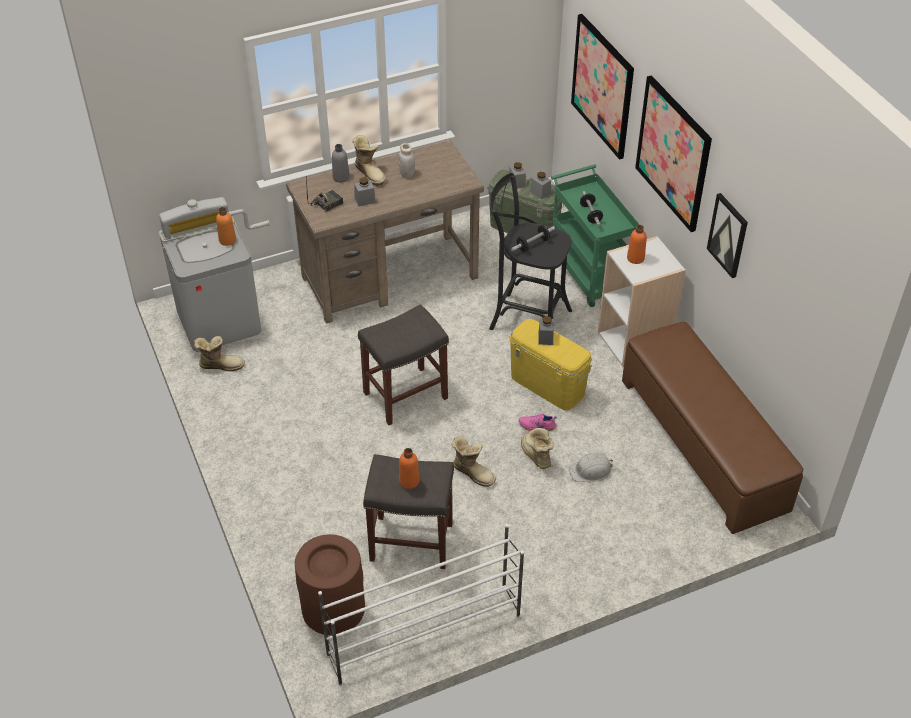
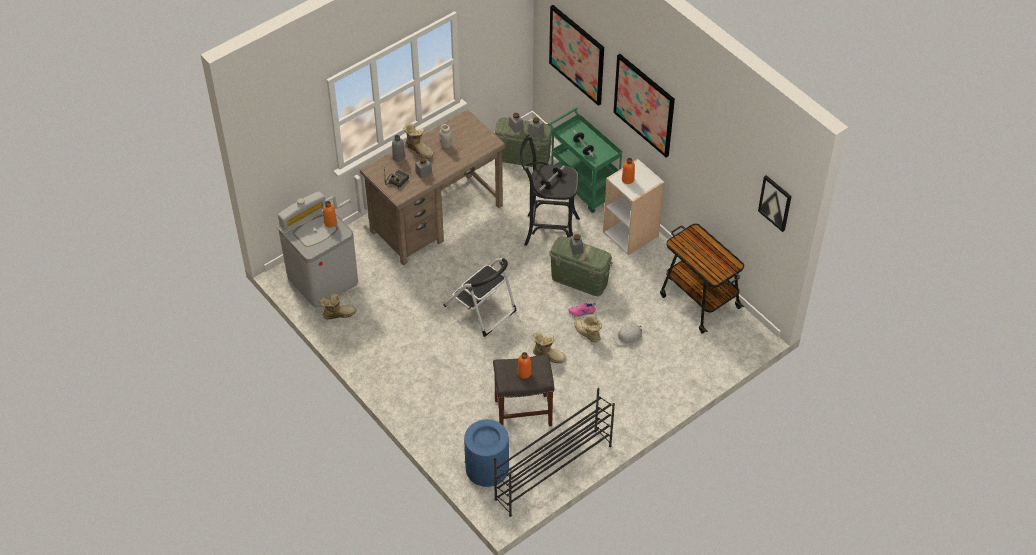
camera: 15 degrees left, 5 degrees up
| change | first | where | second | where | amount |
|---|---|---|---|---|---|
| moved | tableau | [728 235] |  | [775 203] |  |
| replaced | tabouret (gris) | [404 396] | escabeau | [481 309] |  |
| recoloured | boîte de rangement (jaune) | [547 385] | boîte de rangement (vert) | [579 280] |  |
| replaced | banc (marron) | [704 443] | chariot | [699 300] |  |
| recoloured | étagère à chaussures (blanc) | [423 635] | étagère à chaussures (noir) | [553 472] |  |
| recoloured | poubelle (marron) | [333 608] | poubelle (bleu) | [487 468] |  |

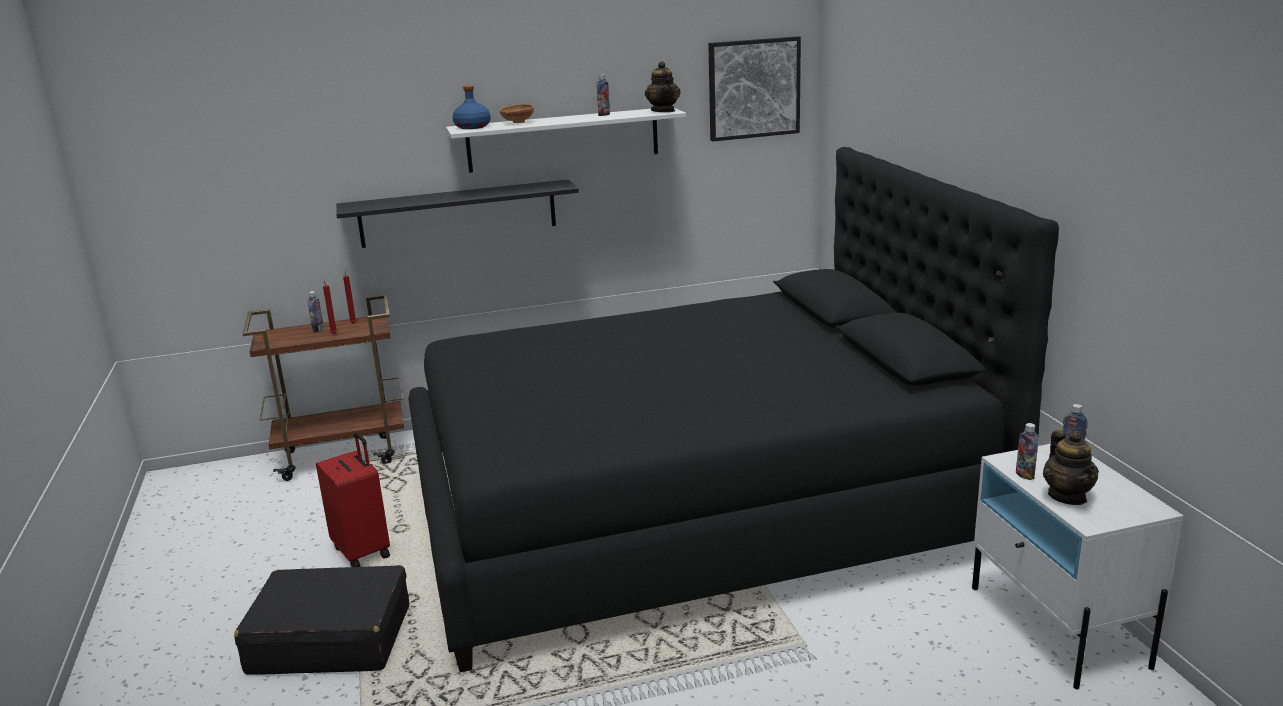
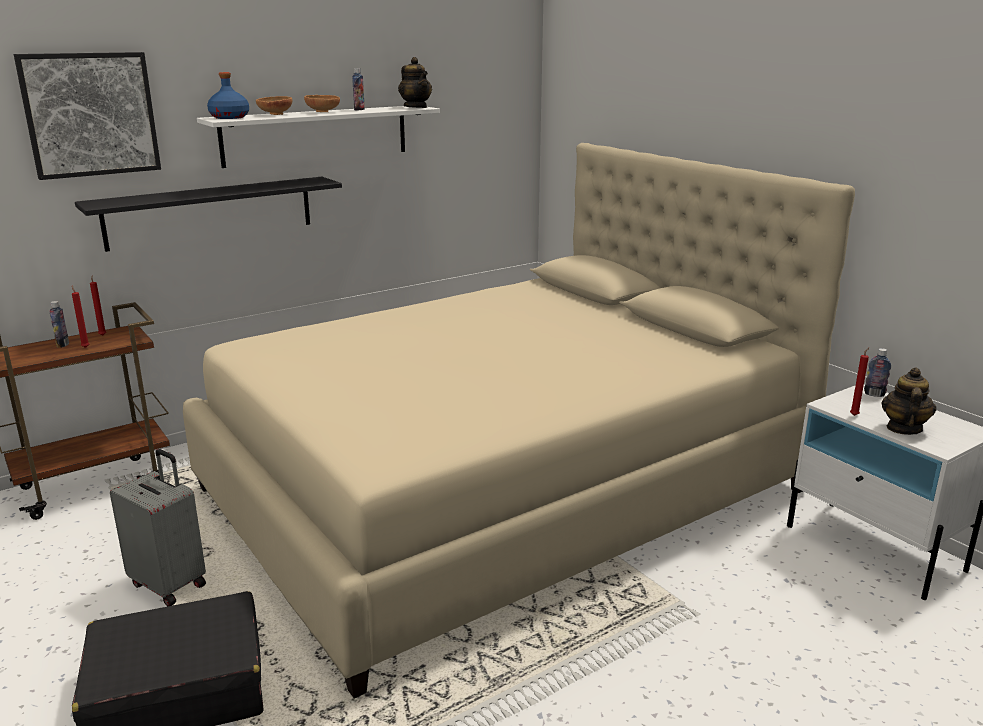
camera: 20 degrees left, 0 degrees up
| change | first | where | second | where | amount |
|---|---|---|---|---|---|
| moved | tableau | [753 88] |  | [90 114] |  |
| recoloured | lit (noir) | [695 508] | lit (beige) | [503 489] |  |
| replaced | bouteille | [1024 475] | bougie (rouge) | [854 415] |  |
| turned | théière | [1067 496] |  | [903 428] | 135 degrees counterclockwise |
| recoloured | valise (rouge) | [363 551] | valise (gris) | [170 584] |  |
| added |  |  | bol (marron) | [323 112] |  |

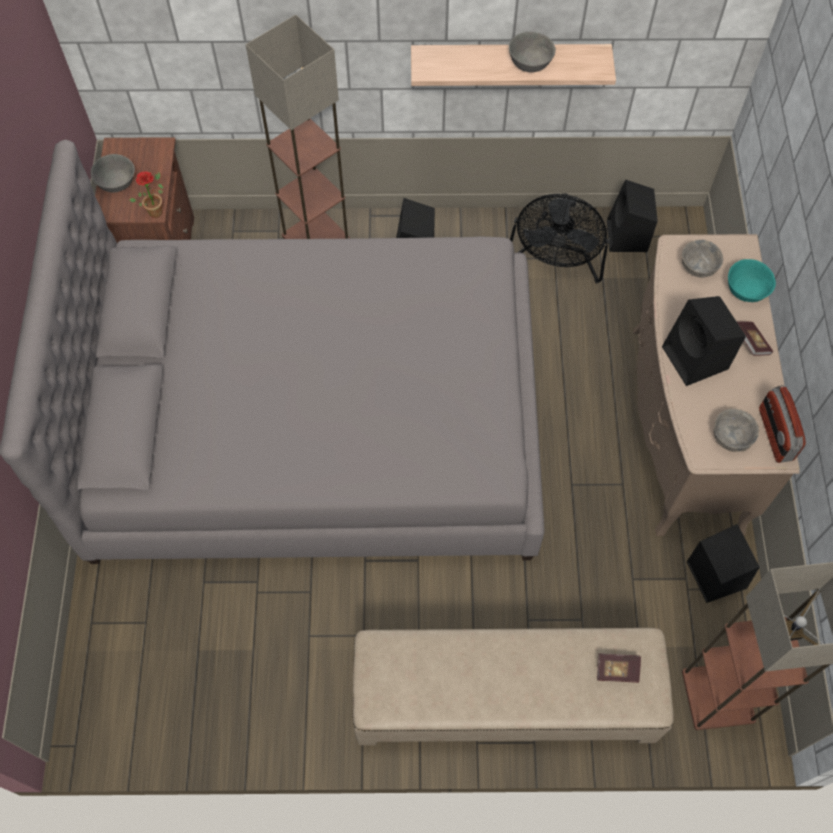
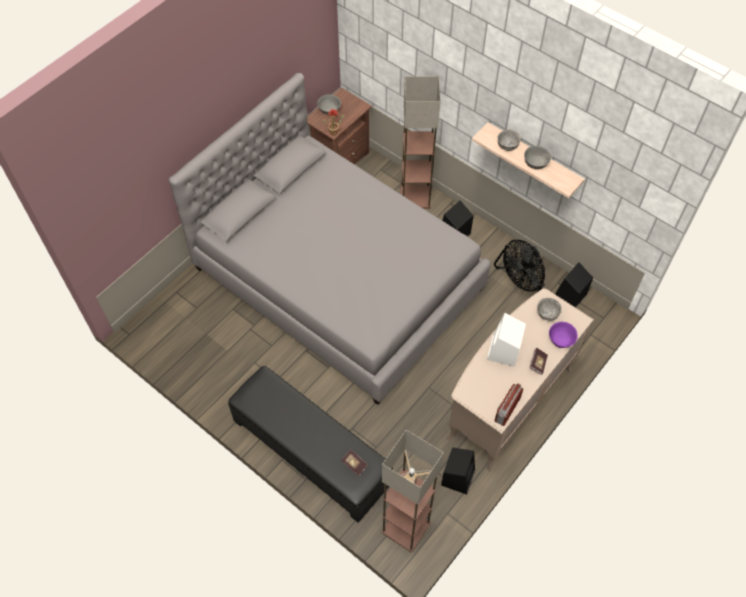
camera: 40 degrees right, 5 degrees down
| change | first | where | second | where | amount |
|---|---|---|---|---|---|
| recoloured | bol (turquoise) | [746 289] | bol (violet) | [561 339] |  |
| recoloured | enceinte (noir) | [696 359] | enceinte (blanc) | [503 352] |  |
| moved | bol (gris) | [731 437] |  | [508 146] |  |
| recoloured | banc (beige) | [503 698] | banc (noir) | [310 451] |  |

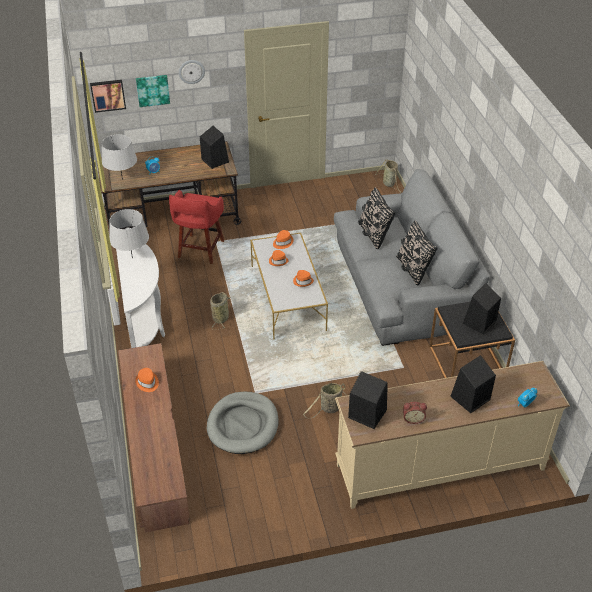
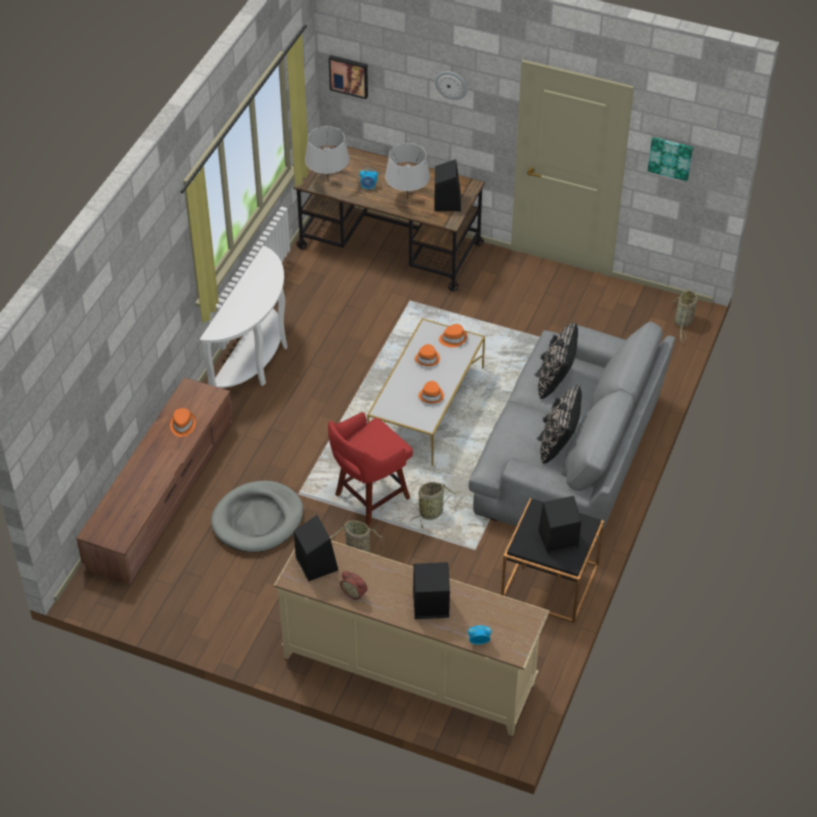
camera: 35 degrees right, 5 degrees up
| change | first | where | second | where | amount |
|---|---|---|---|---|---|
| moved | tableau | [152 90] |  | [670 157] |  |
| moved | tabouret (rouge) | [200 251] |  | [369 498] |  |
| moved | lampe de table (gris) | [132 258] |  | [407 199] |  |
| moved | panier | [221 317] |  | [432 512] |  |

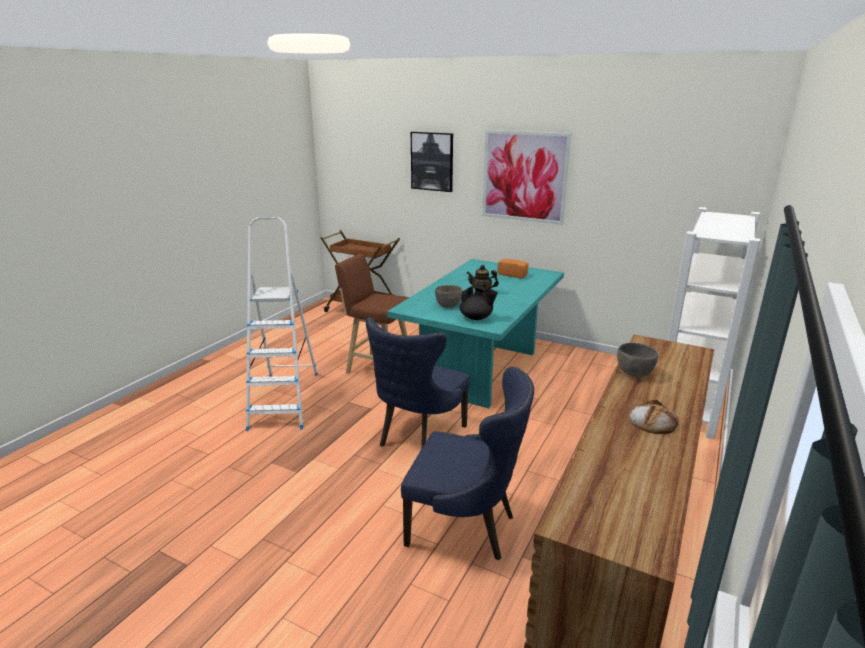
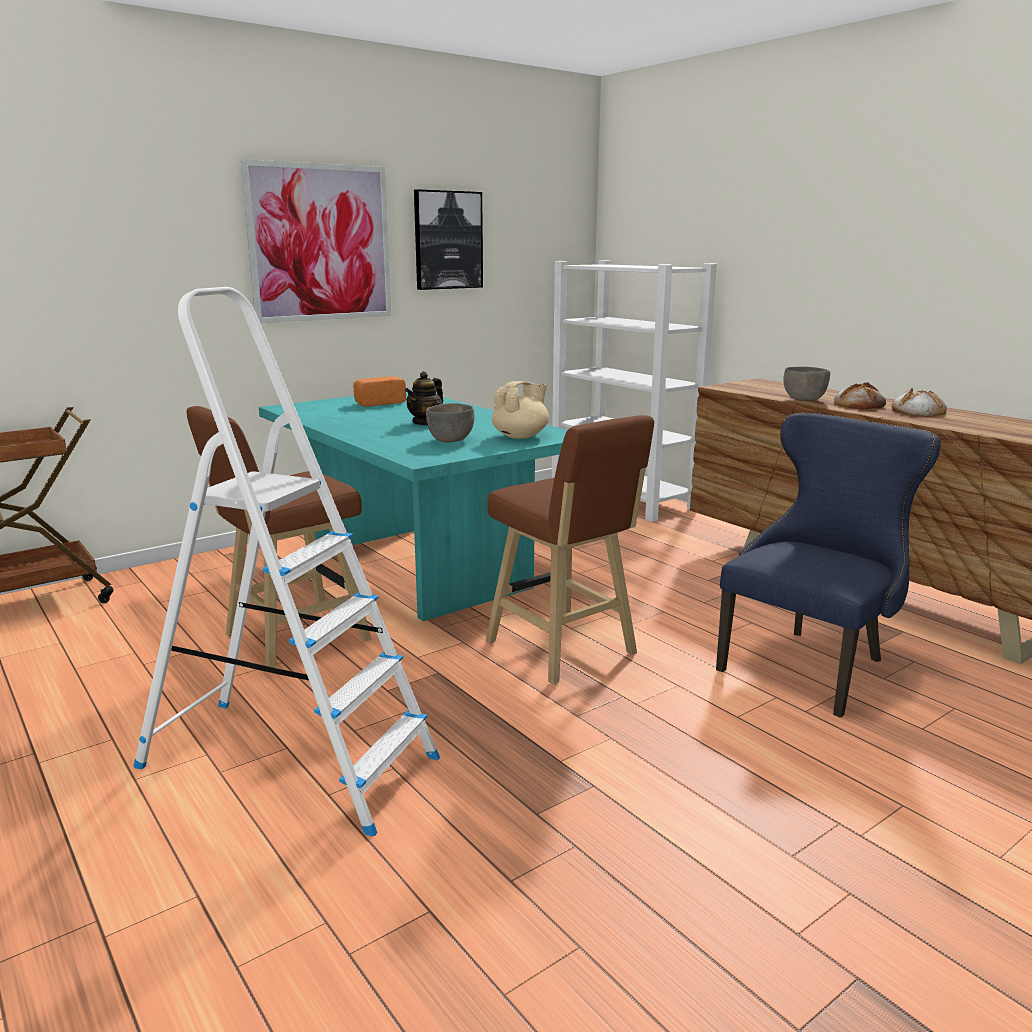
camera: 65 degrees left, 5 degrees down
| change | first | where | second | where | amount |
|---|---|---|---|---|---|
| moved | tableau | [432 161] |  | [448 240] |  |
| recoloured | théière (noir) | [476 318] | théière (beige) | [521 436] |  |
| replaced | chaise (bleu) | [418 436] | tabouret (marron) | [564 651] |  |
| added |  |  | pain | [859 404] |  |

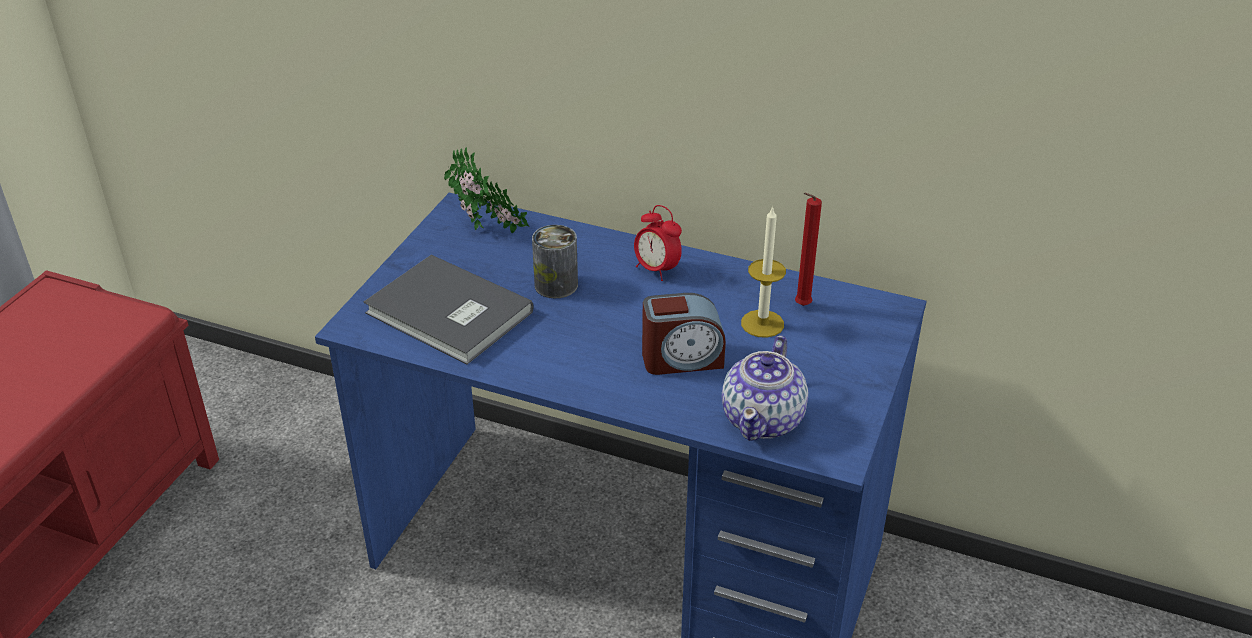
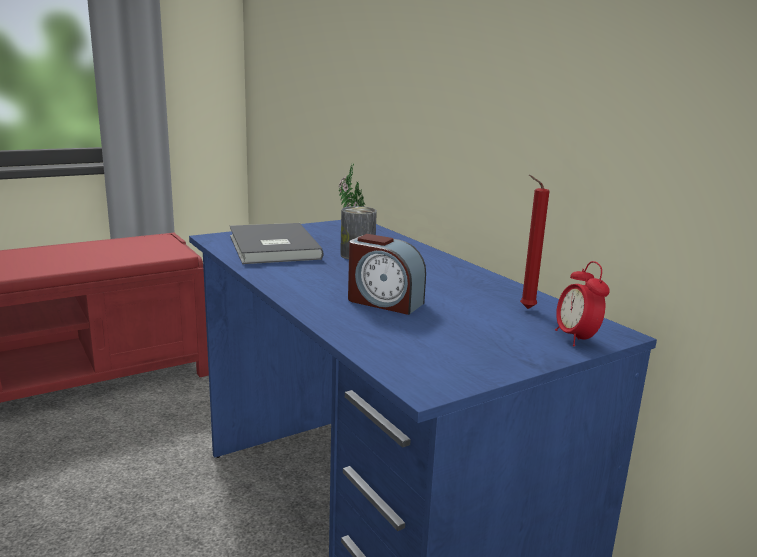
camera: 35 degrees right, 20 degrees down
| change | first | where | second | where | amount |
|---|---|---|---|---|---|
| moved | réveil | [656 270] |  | [576 339] |  |
| removed | bougie | [762 323] |  |  |  |
| removed | théière | [764 419] |  |  |  |

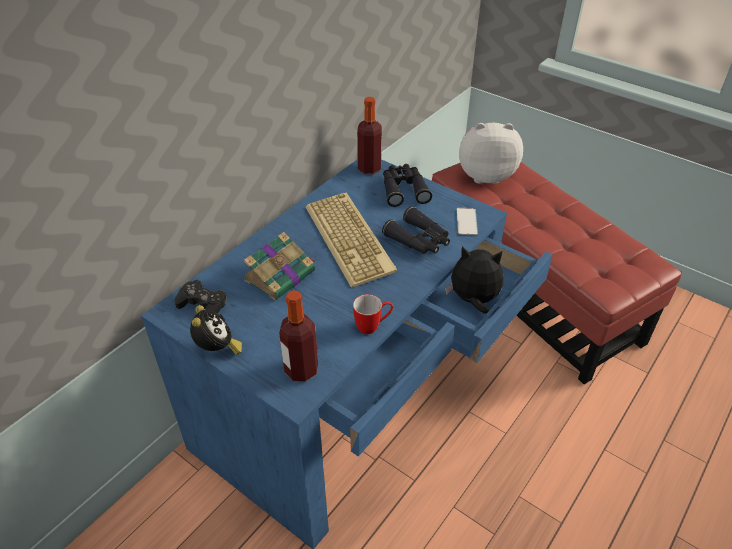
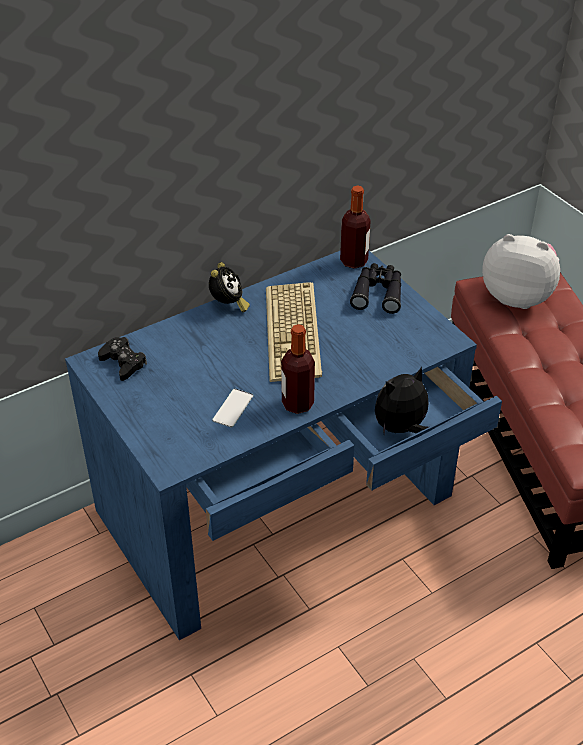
camera: 20 degrees right, 0 degrees up
| change | first | where | second | where | amount |
|---|---|---|---|---|---|
| removed | jumelles (noir) | [419 240] |  |  |  |
| moved | téléphone | [466 221] |  | [233 408] |  |
| removed | livre | [281 275] |  |  |  |
| turned | peluche | [473 300] |  | [401 428] | 60 degrees counterclockwise |
| moved | bouteille | [301 370] |  | [297 404] |  |
| removed | mug | [373 326] |  |  |  |
| moved | réveil | [217 349] |  | [228 305] |  |

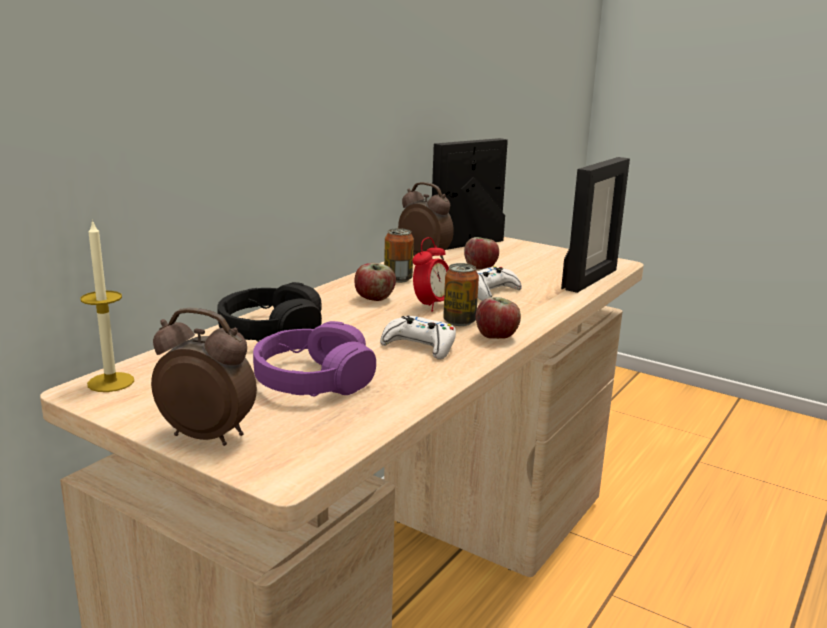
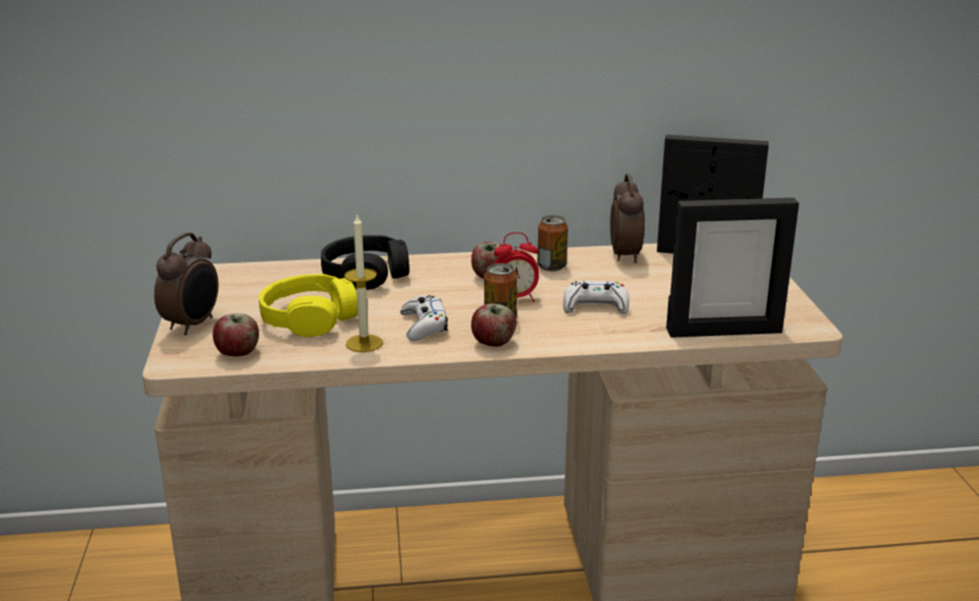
camera: 50 degrees right, 5 degrees up
| change | first | where | second | where | amount |
|---|---|---|---|---|---|
| moved | bougie | [111 382] |  | [364 343] |  |
| moved | pomme | [480 268] |  | [238 353] |  |
| turned | réveil | [208 435] |  | [193 325] | 45 degrees clockwise |
| recoloured | casque audio (violet) | [313 380] | casque audio (jaune) | [309 318] |  |

